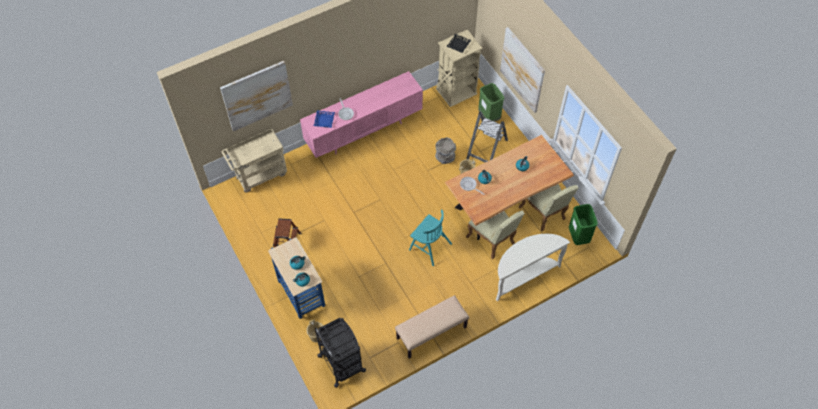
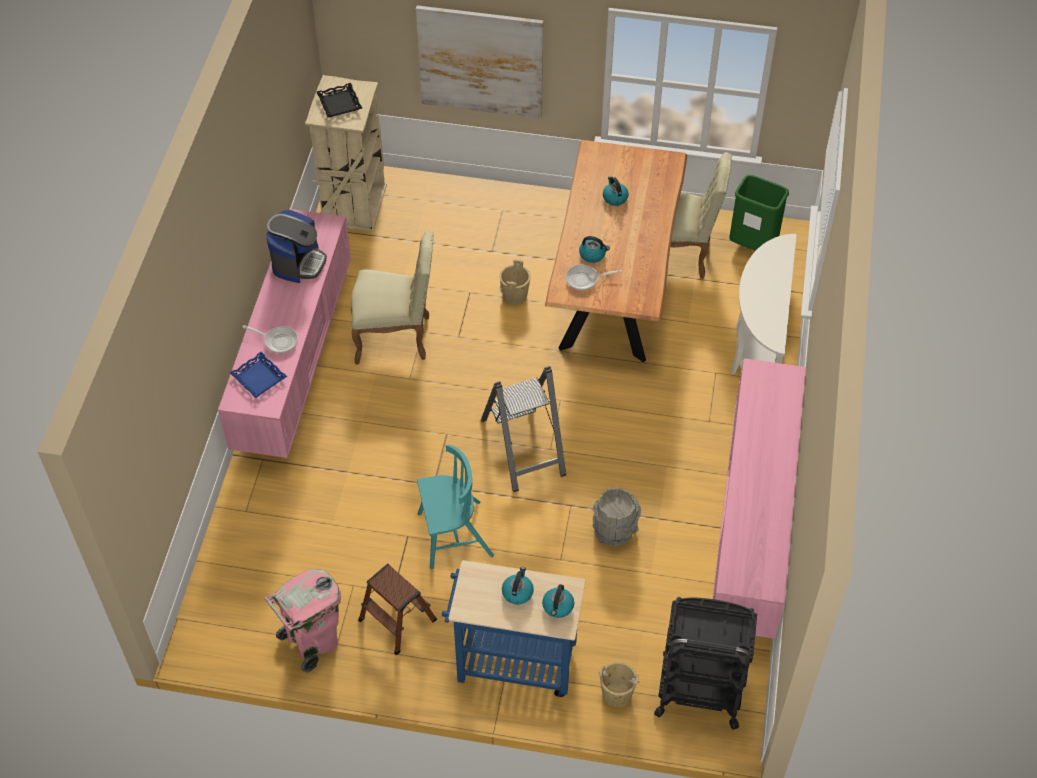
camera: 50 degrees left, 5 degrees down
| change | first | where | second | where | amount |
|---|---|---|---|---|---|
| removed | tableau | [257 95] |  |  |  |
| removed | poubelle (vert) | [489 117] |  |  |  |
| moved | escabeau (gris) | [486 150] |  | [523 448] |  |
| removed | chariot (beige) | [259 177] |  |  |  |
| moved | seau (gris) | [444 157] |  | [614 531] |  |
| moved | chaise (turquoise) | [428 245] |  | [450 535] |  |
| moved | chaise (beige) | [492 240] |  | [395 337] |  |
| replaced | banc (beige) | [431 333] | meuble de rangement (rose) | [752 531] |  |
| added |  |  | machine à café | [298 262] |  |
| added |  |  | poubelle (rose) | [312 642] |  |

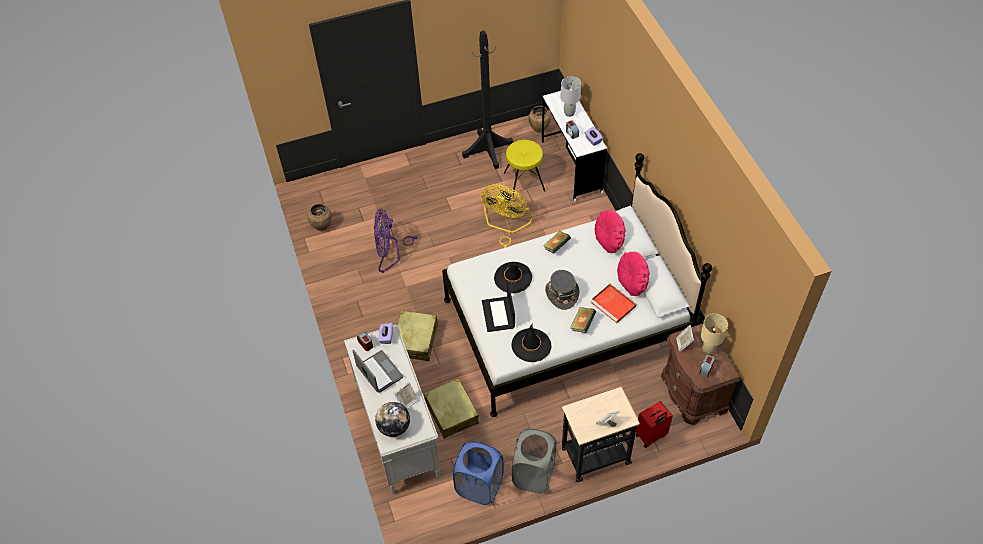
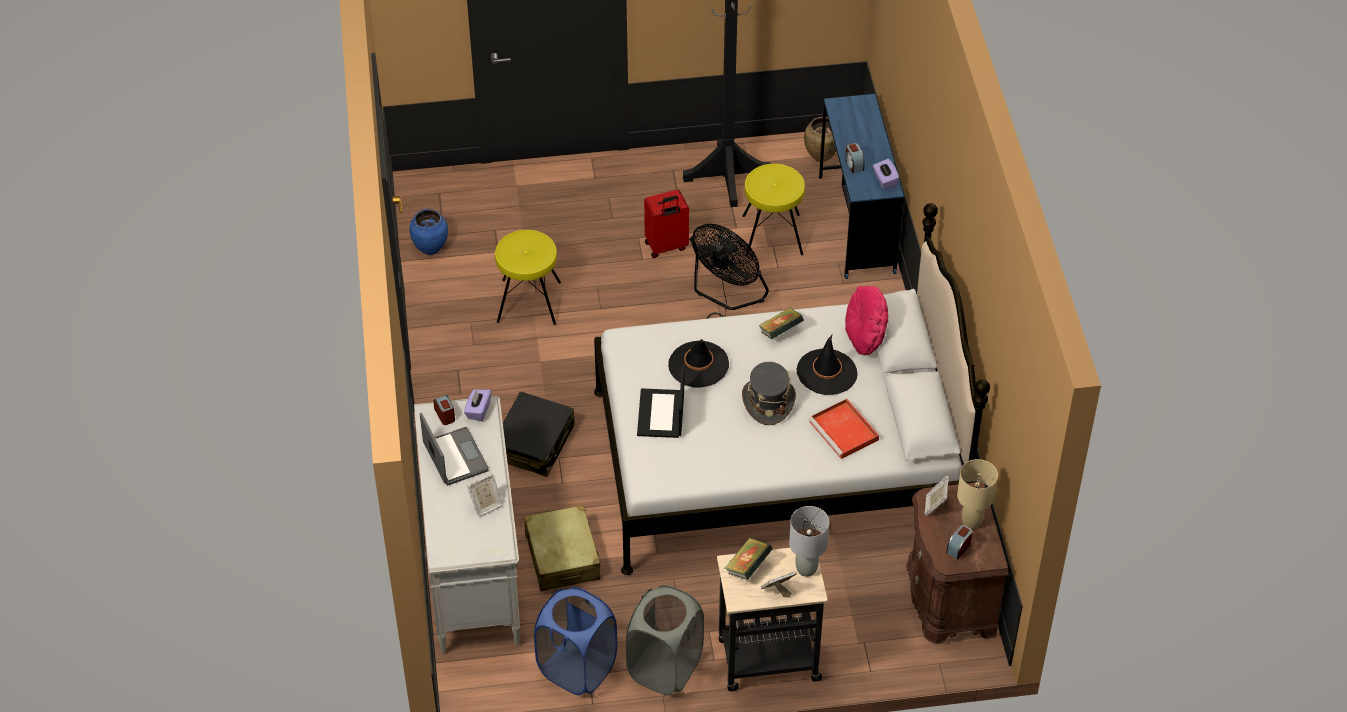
camera: 10 degrees right, 5 degrees down
| change | first | where | second | where | amount |
|---|---|---|---|---|---|
| moved | lampe de table (gris) | [569 113] |  | [806 569] |  |
| recoloured | bureau (blanc) | [571 167] | bureau (bleu) | [857 224] |  |
| recoloured | ventilateur (jaune) | [504 225] | ventilateur (noir) | [722 296] |  |
| recoloured | vase (marron) | [322 226] | vase (bleu) | [430 248] |  |
| replaced | ventilateur (violet) | [390 250] | tabouret (jaune) | [529 302] |  |
| removed | coussin (rose) | [631 284] |  |  |  |
| moved | livre | [582 324] |  | [748 567] |  |
| recoloured | valise (beige) | [415 340] | valise (noir) | [534 443] |  |
| moved | chapeau (noir) | [531 345] |  | [827 372] |  |
| moved | valise (rouge) | [651 436] |  | [666 247] |  |
| removed | globe | [394 427] |  |  |  |

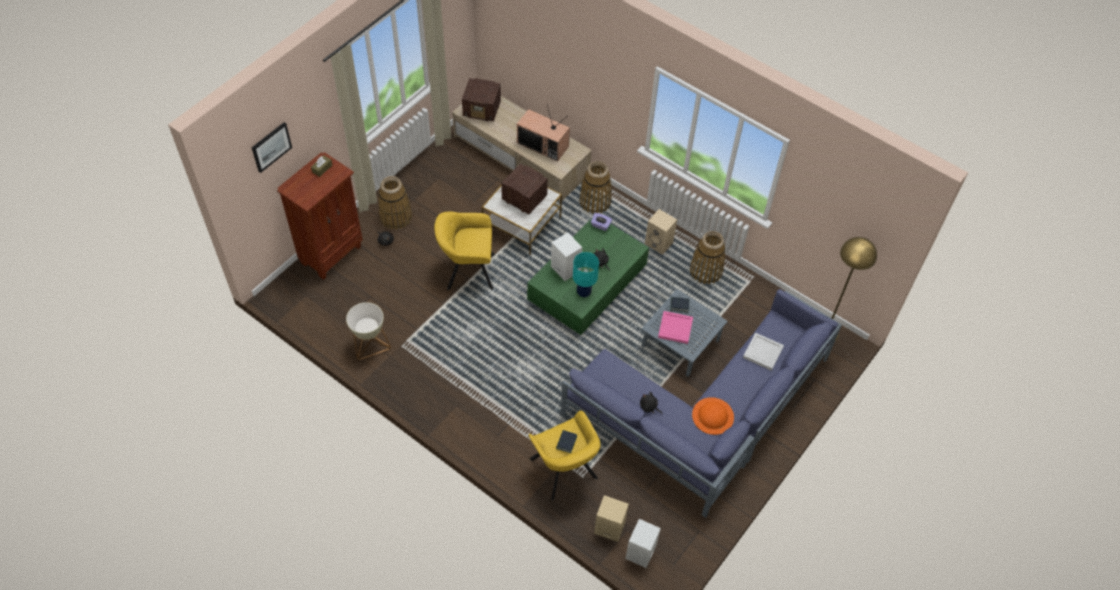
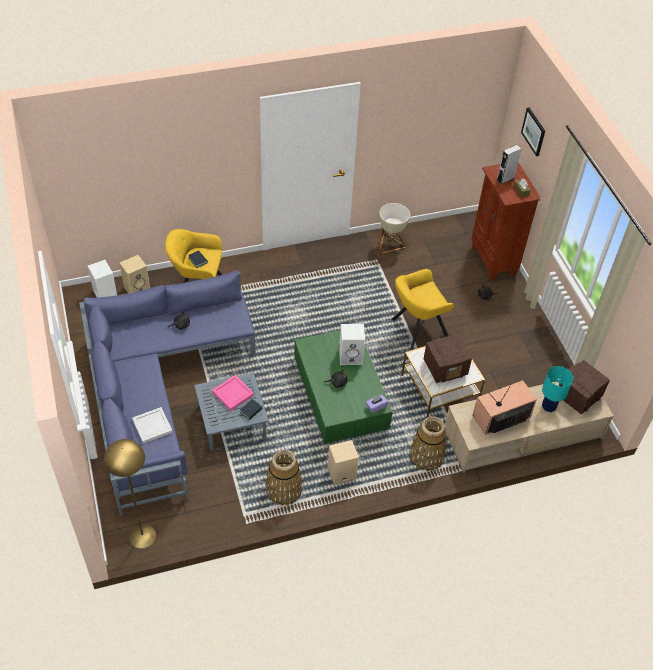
camera: 125 degrees right, 5 degrees down
| change | first | where | second | where | amount |
|---|---|---|---|---|---|
| removed | panier | [395 216] |  |  |  |
| turned | fauteuil (jaune) | [467 271] |  | [416 329] | 150 degrees counterclockwise |
| moved | lampe de table (turquoise) | [584 292] |  | [548 407] |  |
| removed | chapeau (orange) | [712 416] |  |  |  |
| added |  |  | enceinte (gris) | [505 179] |  |

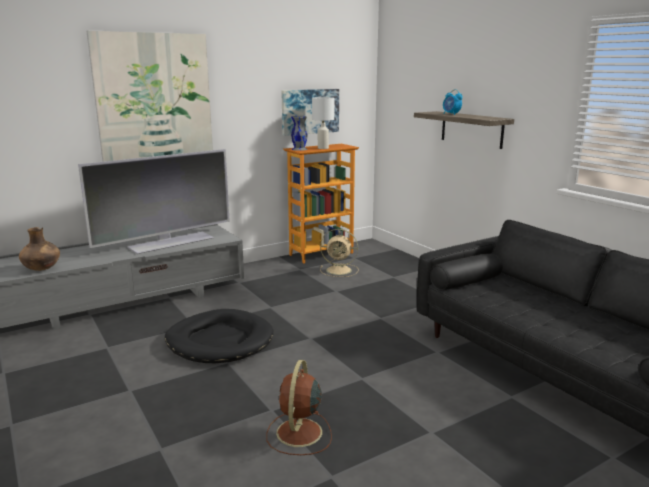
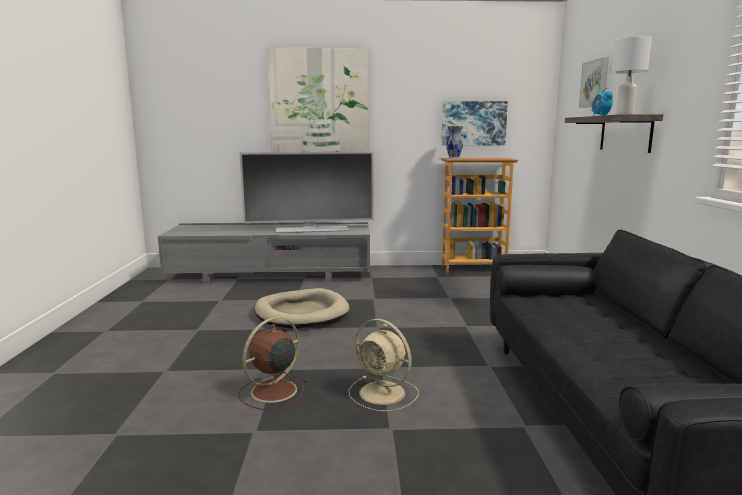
camera: 30 degrees right, 5 degrees down
| change | first | where | second | where | amount |
|---|---|---|---|---|---|
| moved | lampe de table (blanc) | [323 148] |  | [625 114] |  |
| removed | vase (marron) | [42 269] |  |  |  |
| moved | ventilateur (beige) | [340 270] |  | [384 393] |  |
| recoloured | panier pour chien (noir) | [219 341] | panier pour chien (beige) | [301 313] |  |
| added |  |  | tableau | [595 83] |  |

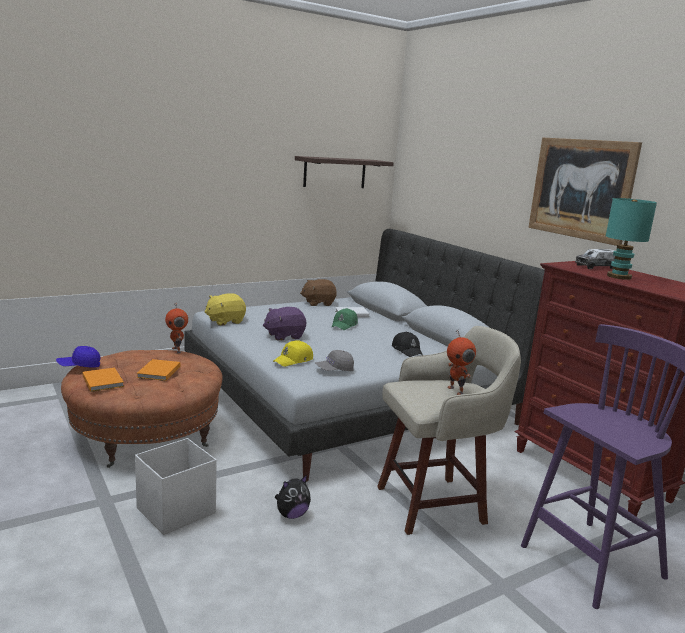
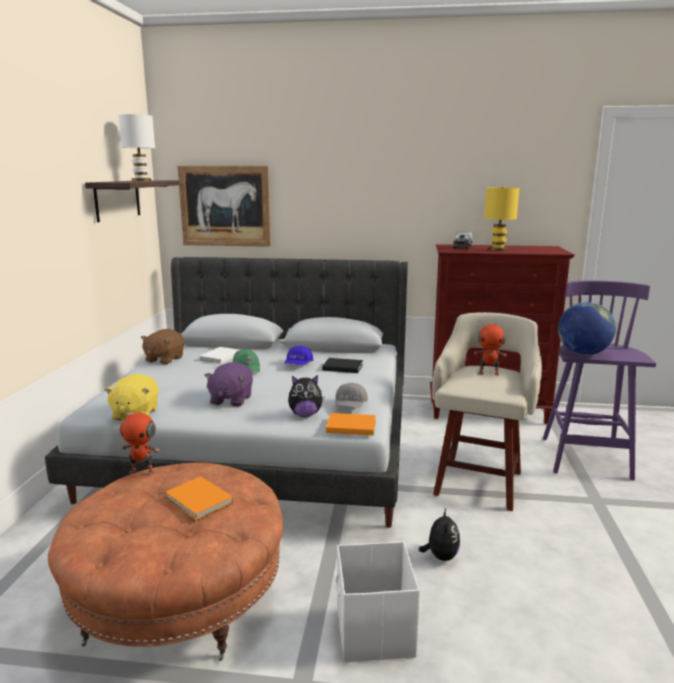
camera: 50 degrees left, 0 degrees up
| change | first | where | second | where | amount |
|---|---|---|---|---|---|
| moved | tableau | [581 189] |  | [225 206] |  |
| recoloured | lampe de table (turquoise) | [618 276] | lampe de table (jaune) | [497 249] |  |
| replaced | casquette (noir) | [407 350] | livre (noir) | [342 367] |  |
| replaced | casquette (jaune) | [294 360] | peluche | [305 414] |  |
| moved | casquette (bleu) | [79 366] |  | [298 365] |  |
| moved | livre (orange) | [103 381] |  | [350 426] |  |
| added |  |  | lampe de table (blanc) | [141 180] |  |
| added |  |  | globe | [582 353] |  |

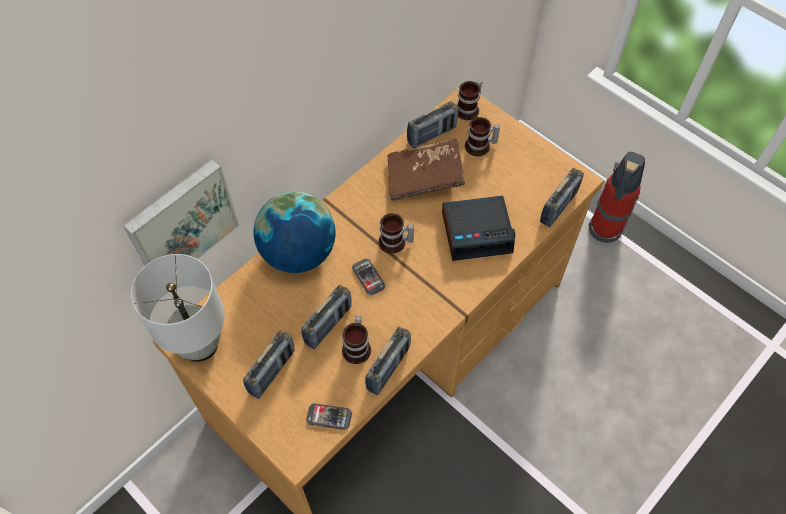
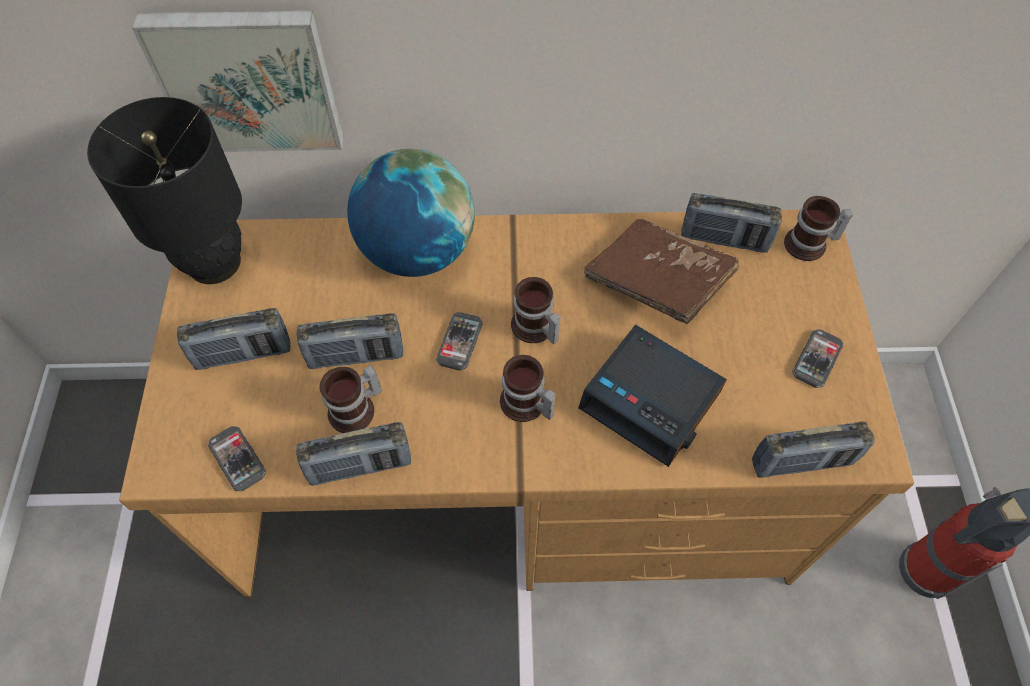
camera: 45 degrees right, 0 degrees up
| change | first | where | second | where | amount |
|---|---|---|---|---|---|
| moved | mug | [480 147] |  | [525 405] |  |
| recoloured | lampe de table (blanc) | [199 345] | lampe de table (noir) | [213 263] |  |
| added |  |  | téléphone | [817 359] |  |

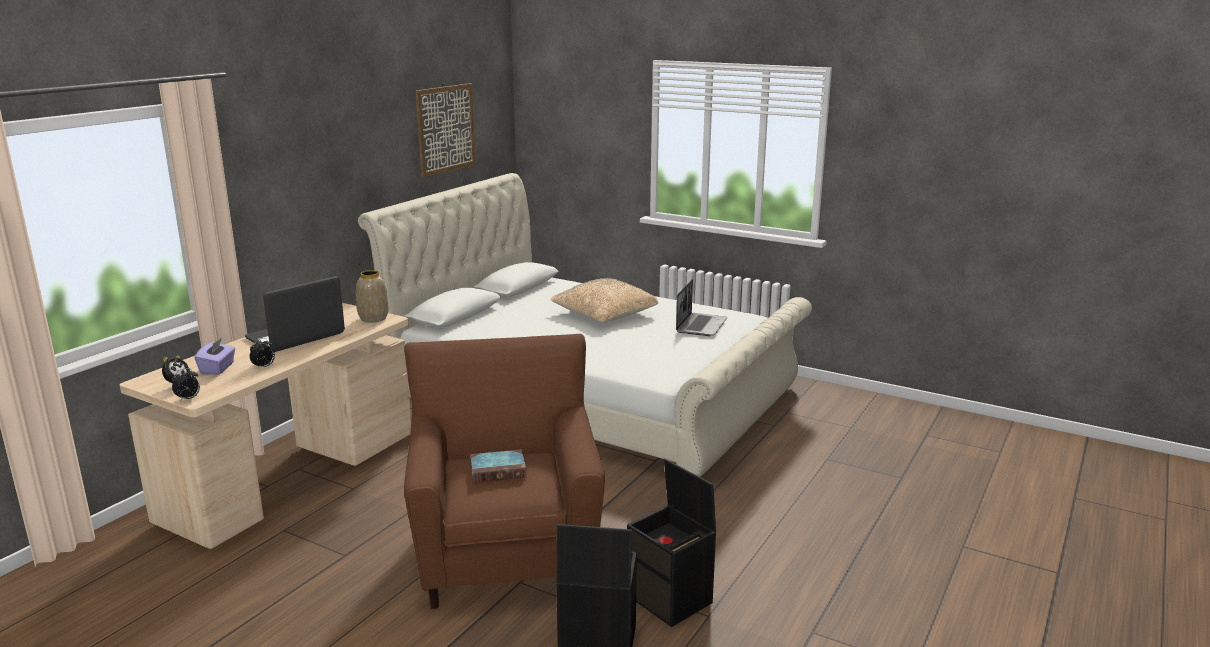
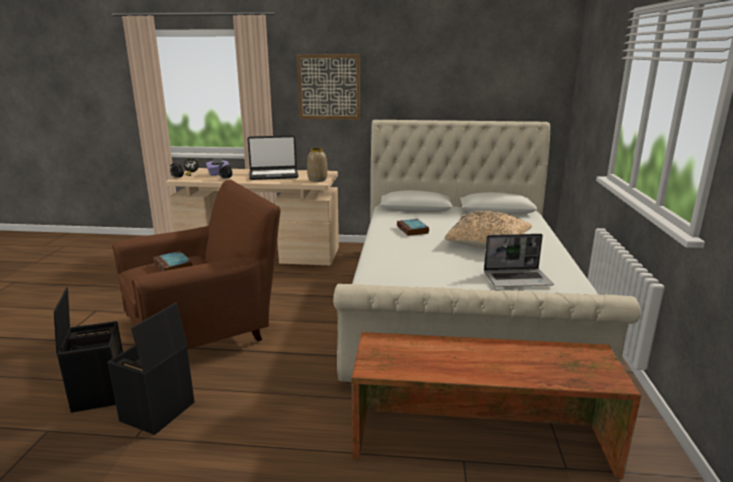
camera: 65 degrees right, 0 degrees up
| change | first | where | second | where | amount |
|---|---|---|---|---|---|
| moved | tableau | [445 127] |  | [329 86] |  |
| turned | ordinateur portable | [296 336] |  | [273 175] | 150 degrees clockwise |
| added |  |  | livre | [413 230] |  |
| added |  |  | banc (marron) | [481 437] |  |

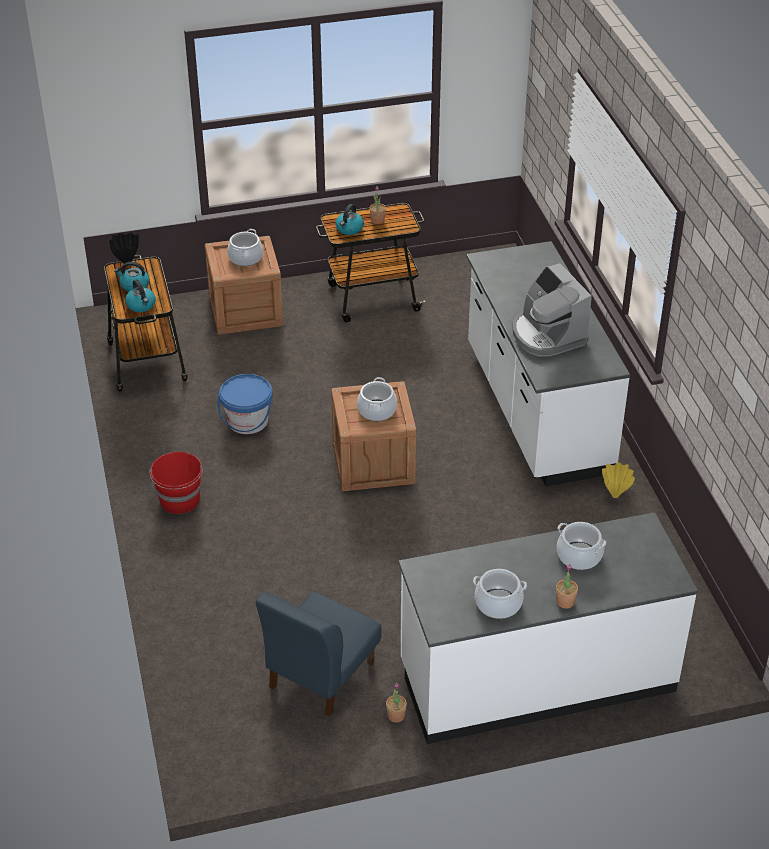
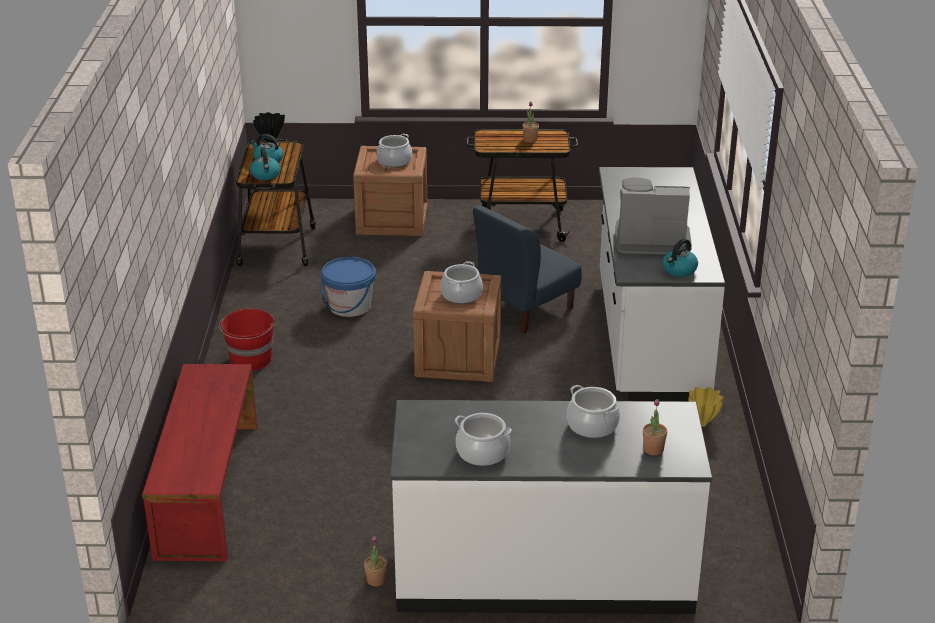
camera: 15 degrees right, 10 degrees down
| change | first | where | second | where | amount |
|---|---|---|---|---|---|
| moved | bouilloire | [349 229] |  | [679 270] |  |
| turned | machine à café | [547 335] |  | [650 239] | 105 degrees clockwise |
| moved | plante en pot | [565 602] |  | [653 449] |  |
| moved | chaise (bleu) | [320 675] |  | [524 309] |  |
| added |  |  | banc (rouge) | [206 488] |  |

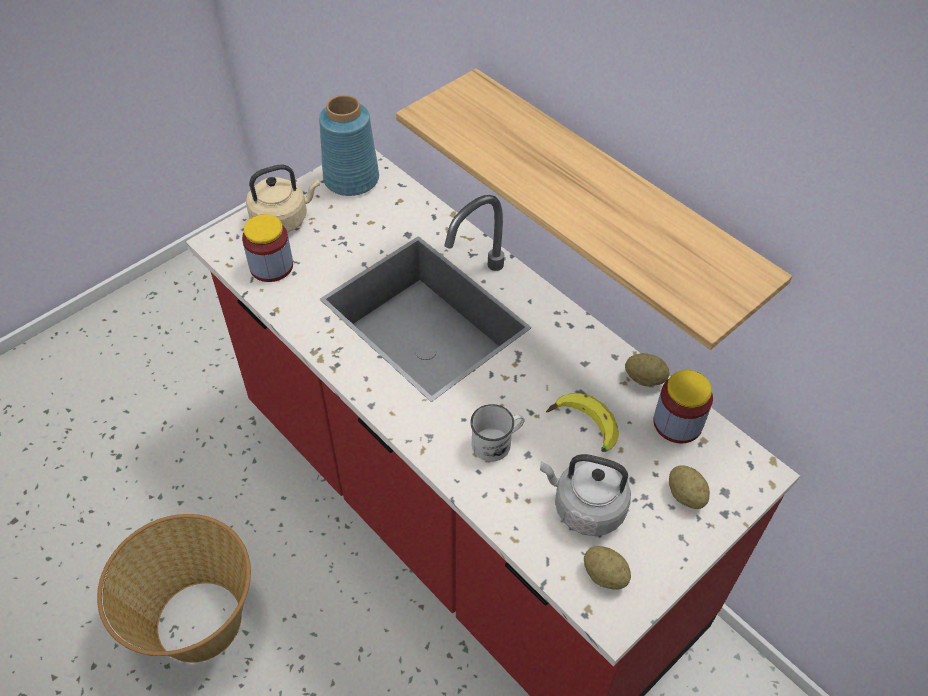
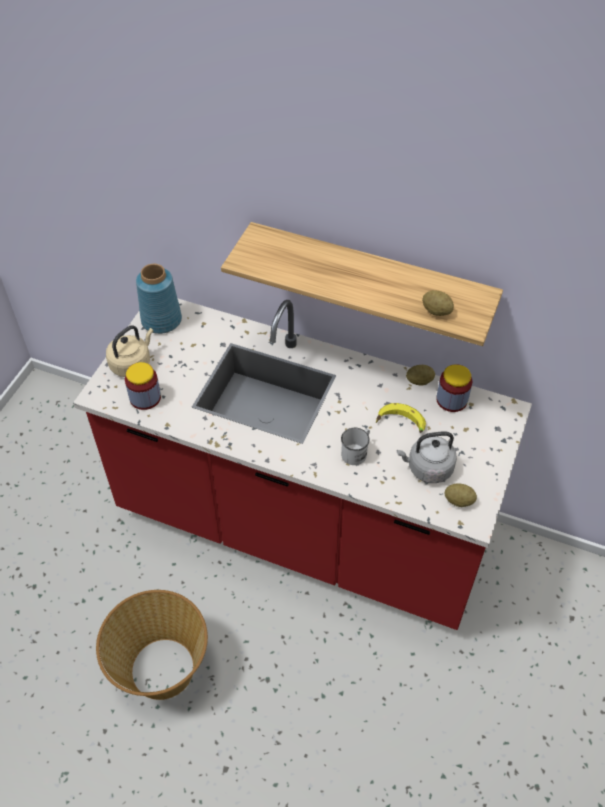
camera: 25 degrees left, 0 degrees up
| change | first | where | second | where | amount |
|---|---|---|---|---|---|
| moved | pomme de terre | [685 495] |  | [436 311] |  |

